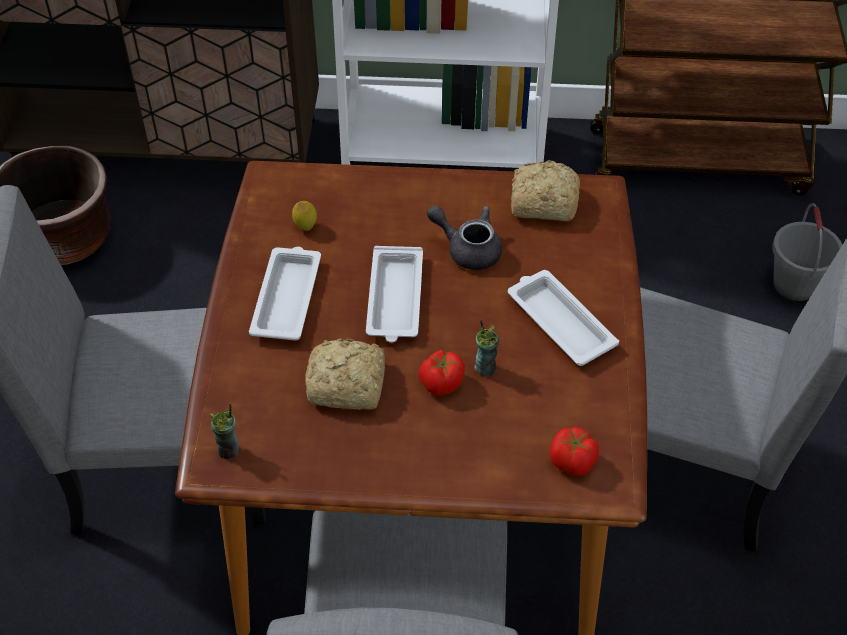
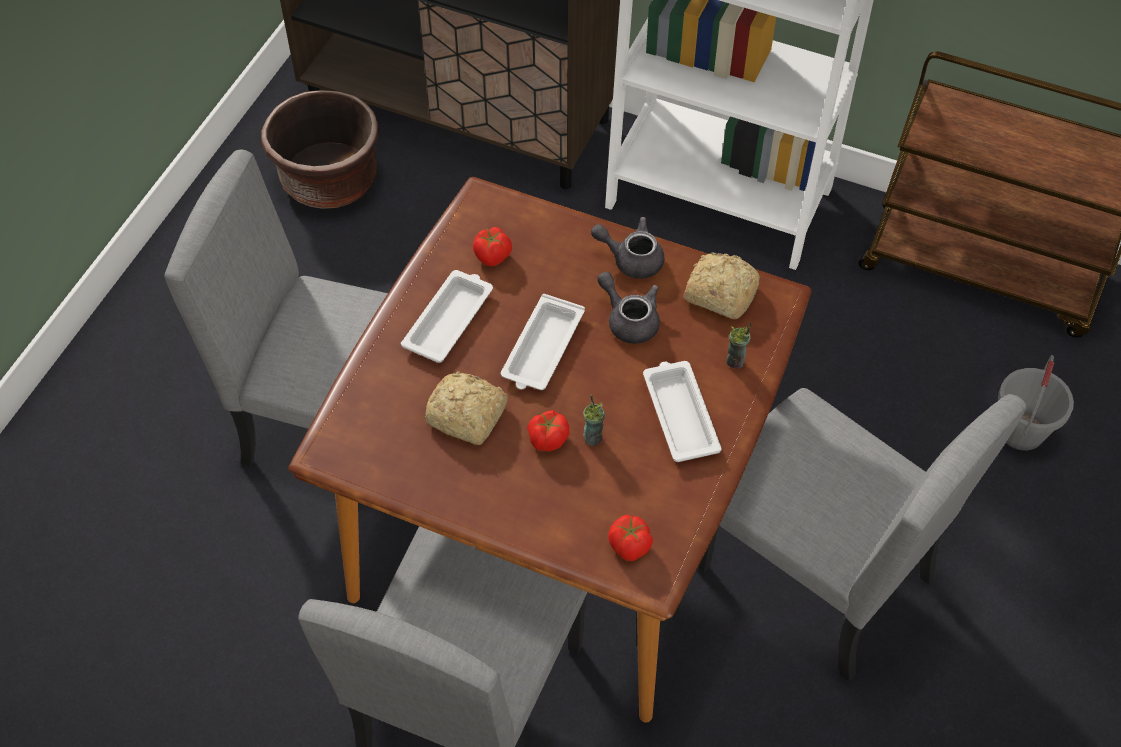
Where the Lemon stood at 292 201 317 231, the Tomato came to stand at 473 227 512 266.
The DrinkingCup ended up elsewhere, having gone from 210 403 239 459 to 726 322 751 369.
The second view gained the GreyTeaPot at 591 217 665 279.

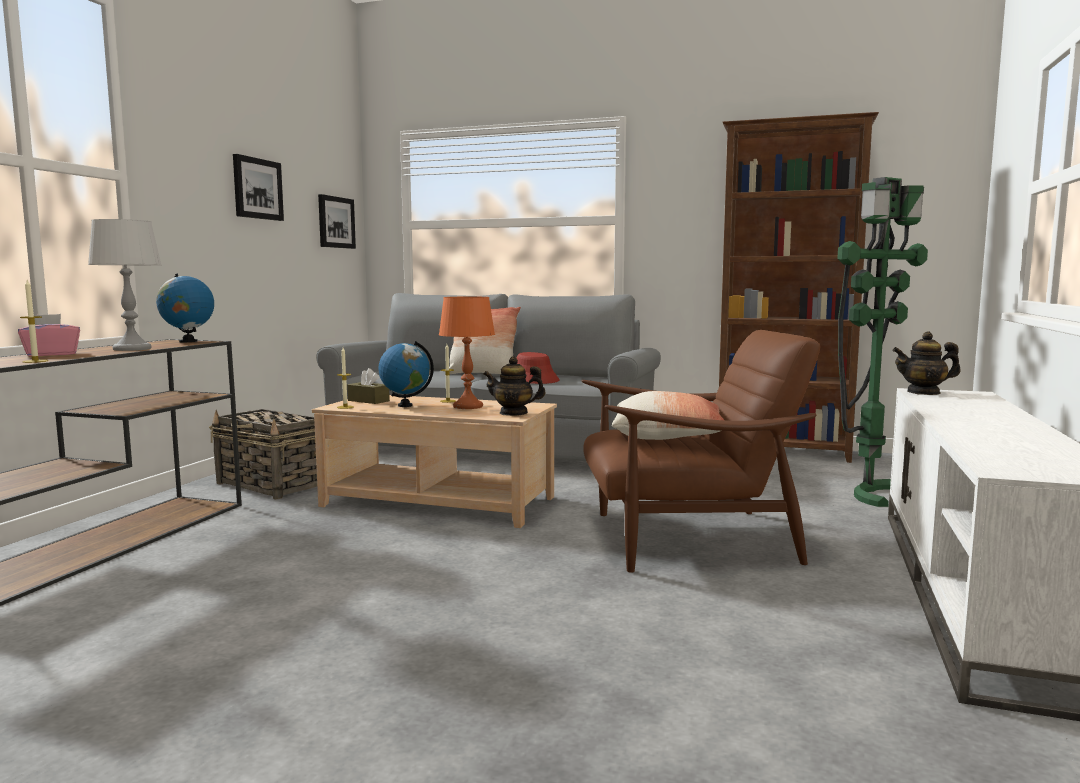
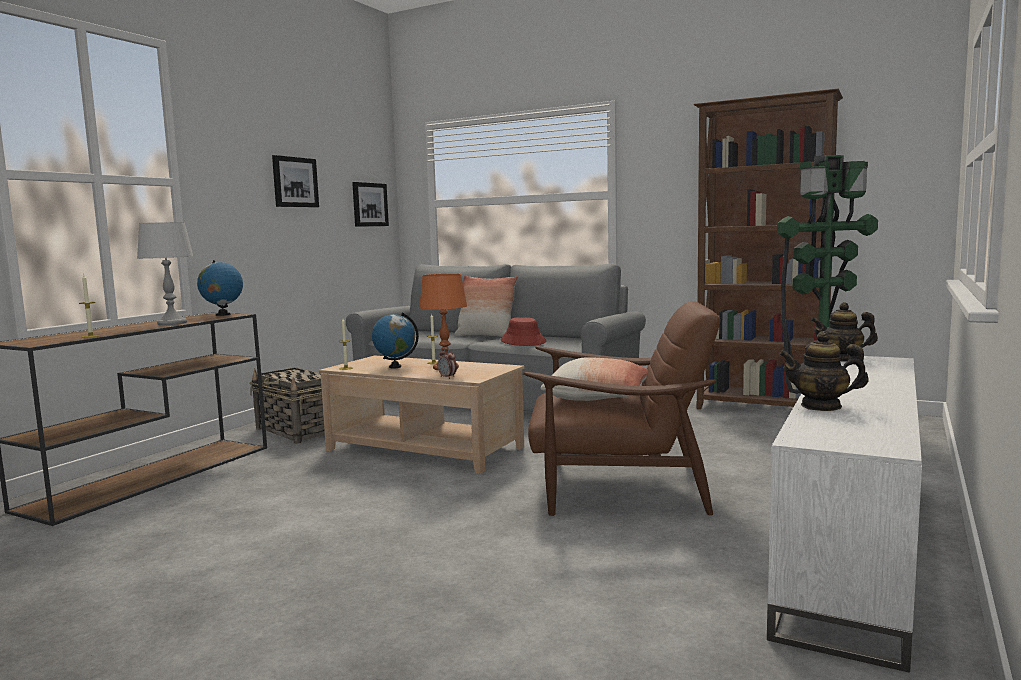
The second view lost the PinkTissueBox at 18 314 80 356.
The TeaPot ended up elsewhere, having gone from 483 356 546 416 to 779 331 869 411.
The second view lost the BrownishTissueBox at 347 368 390 404.
The second view gained the BedsideClock at 437 348 457 379.

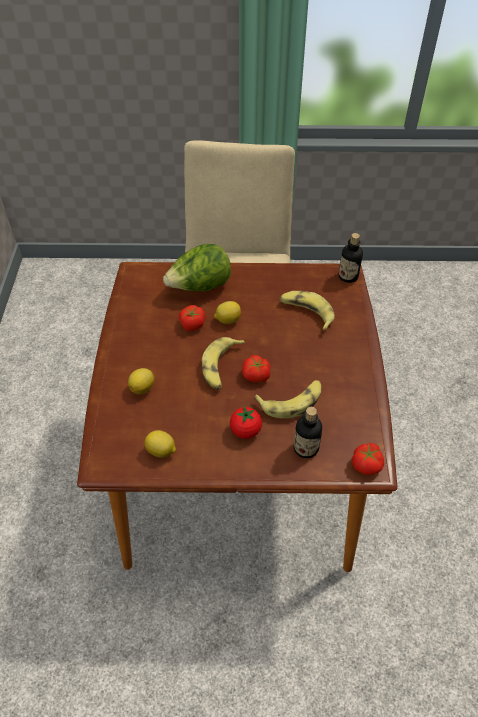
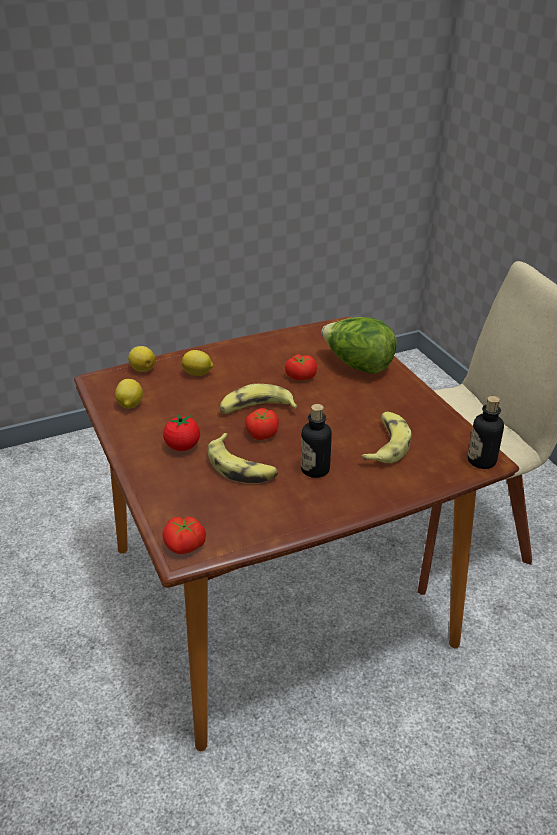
The Lemon ended up elsewhere, having gone from 214 301 241 324 to 128 346 155 372.
The DrinkBottle ended up elsewhere, having gone from 294 407 322 458 to 301 404 332 478.

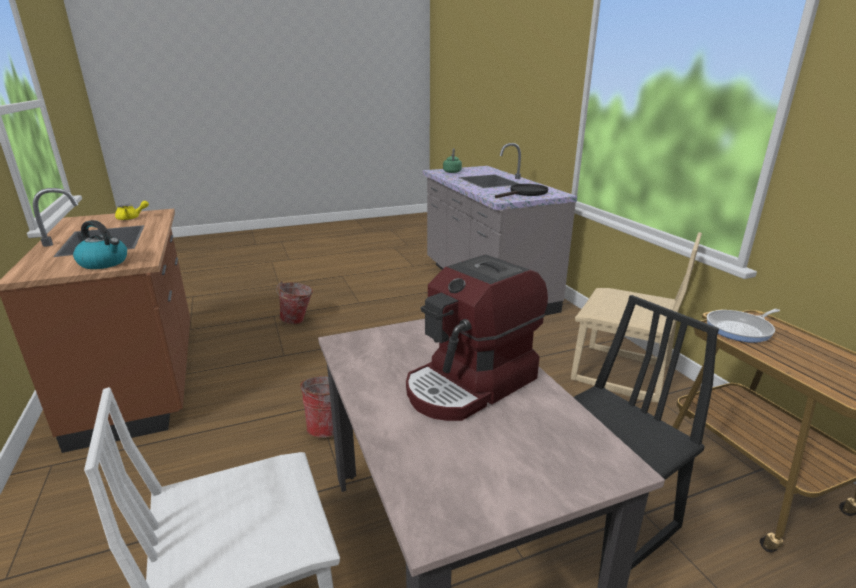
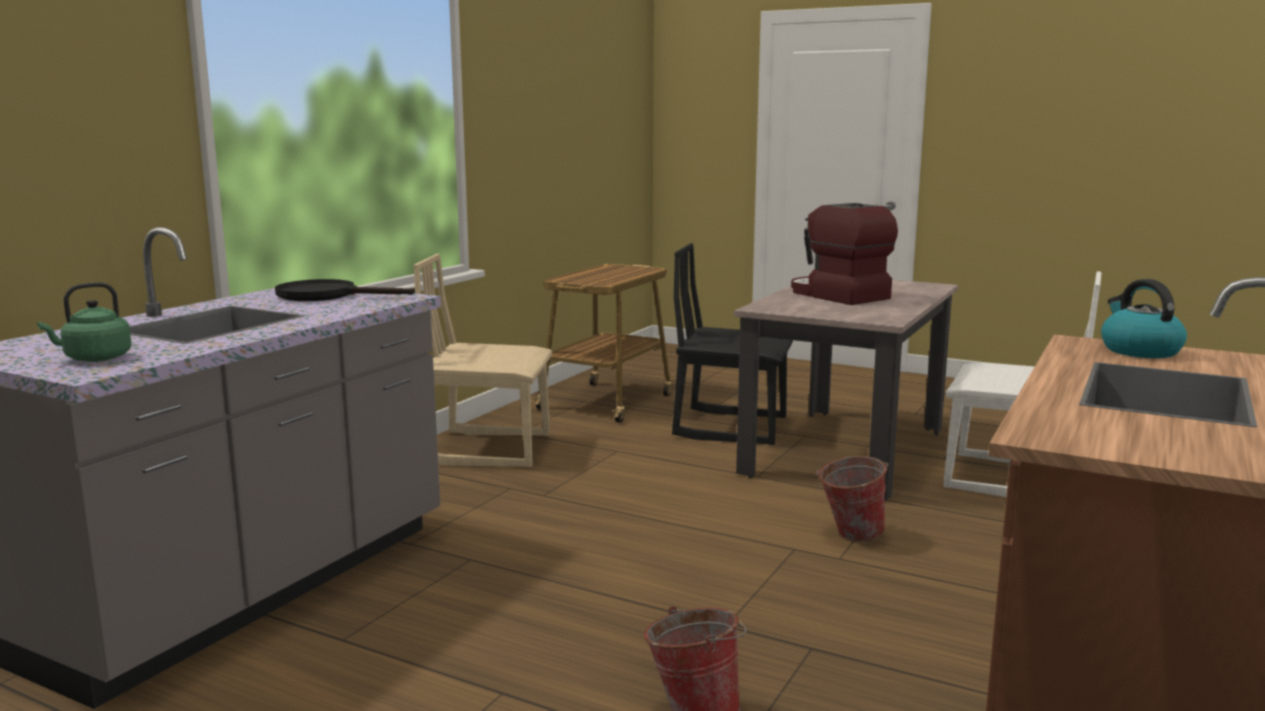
The second view lost the YellowishTeaPot at 115 201 149 220.
The SandColouredUprightChair at 571 232 702 403 ended up facing another way, 75 degrees counterclockwise from before.
The CoffeeBrewer at 406 254 548 421 ended up facing another way, 135 degrees counterclockwise from before.
The second view lost the FryingPan at 707 309 780 343.

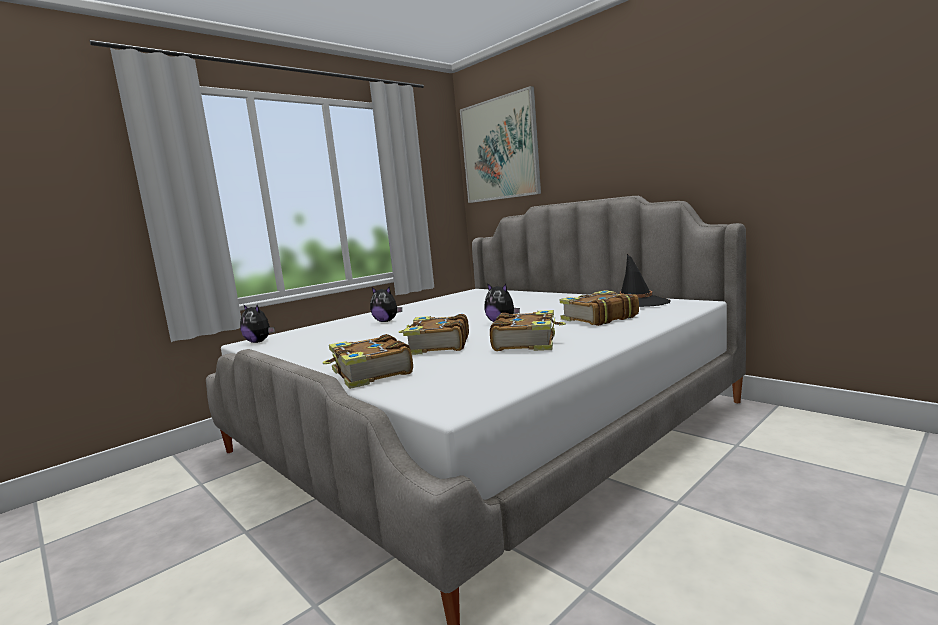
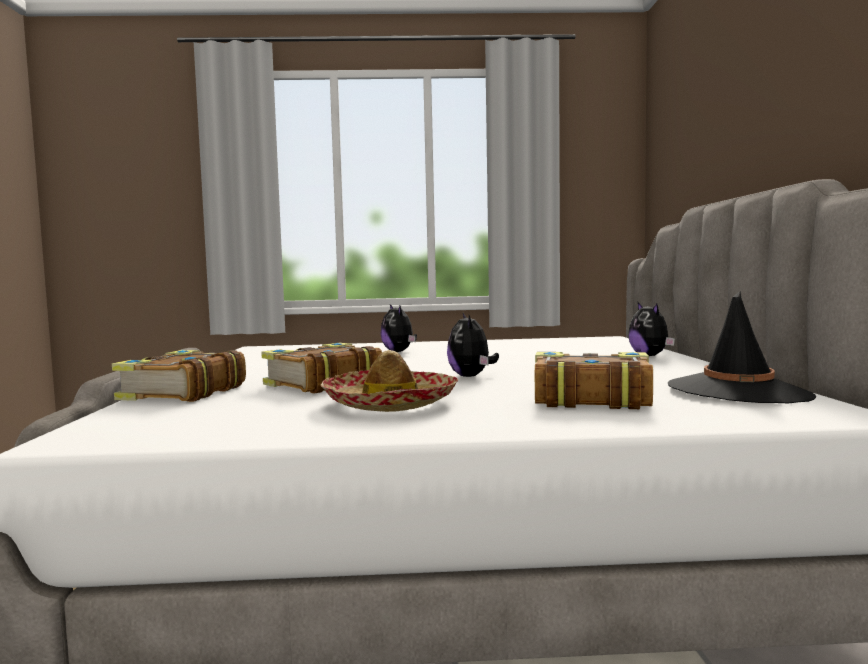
The second view lost the Picture at 460 86 541 203.
The CuddlyToy ended up elsewhere, having gone from 240 304 275 343 to 628 303 675 356.
Where the Book stood at 490 310 566 351, the ClothingHat came to stand at 321 350 458 412.

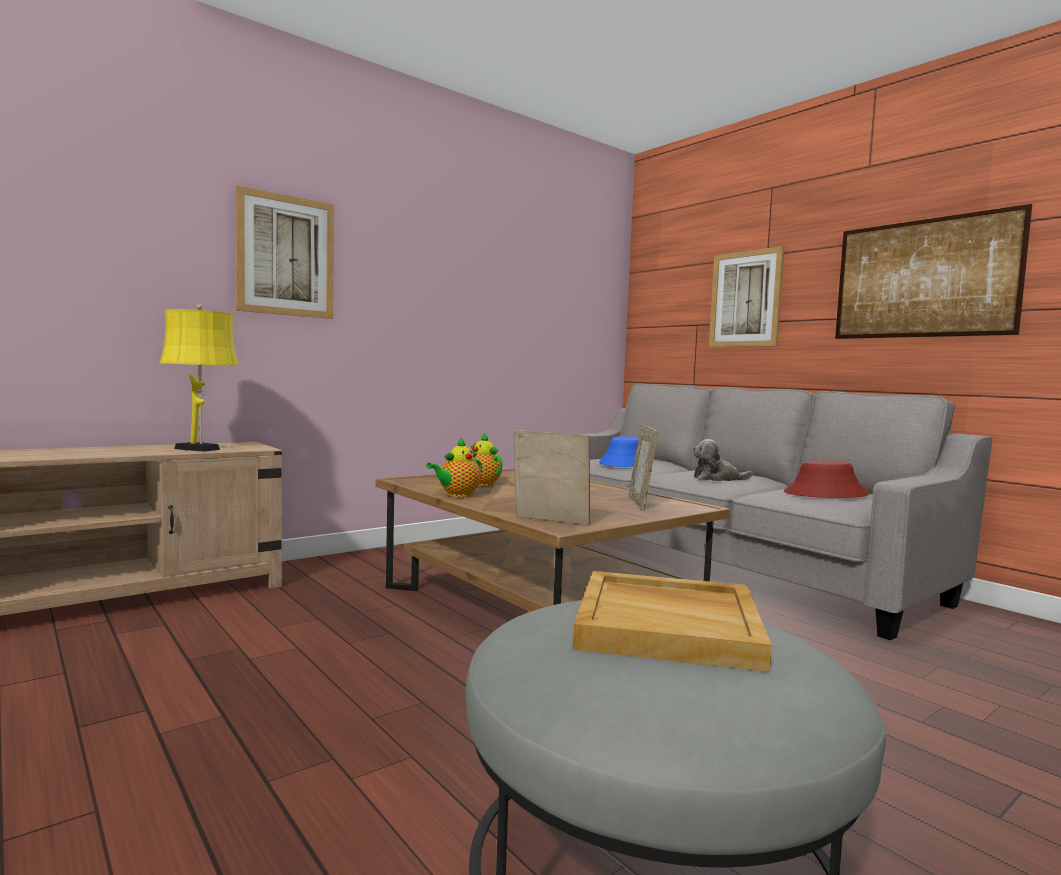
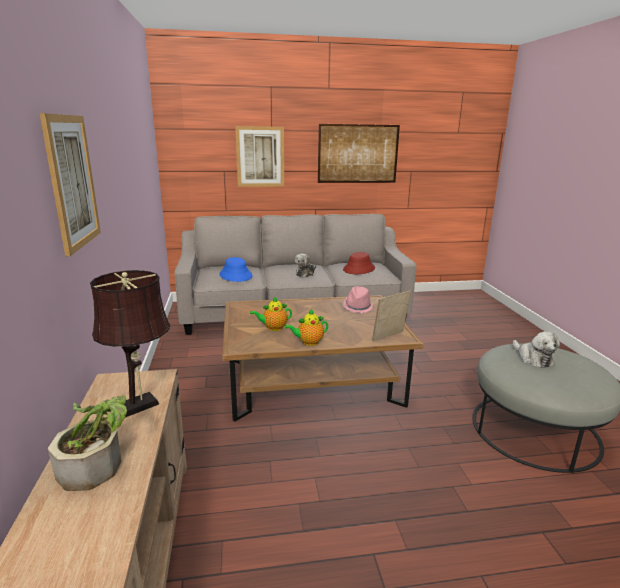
What was the YellowishTableLamp at 159 305 239 452 turned into the BrownishTableLamp at 90 270 170 418.
Where the StandingFrame stood at 629 425 658 510, the PinkClothingHat came to stand at 343 286 374 313.
The TeaPot at 426 437 482 497 ended up facing another way, 90 degrees clockwise from before.
Where the SandColouredTray stood at 573 571 772 672, the CuddlyToy came to stand at 513 331 560 368.
The second view gained the PlantInAPot at 48 395 127 491.

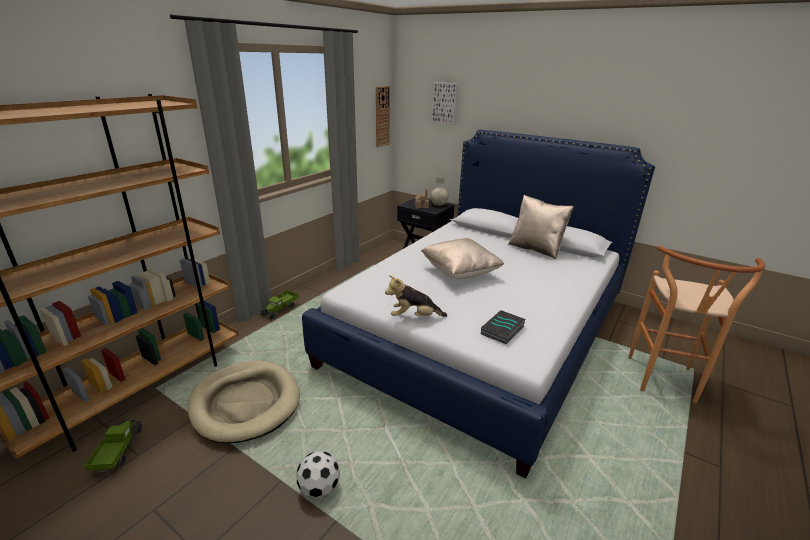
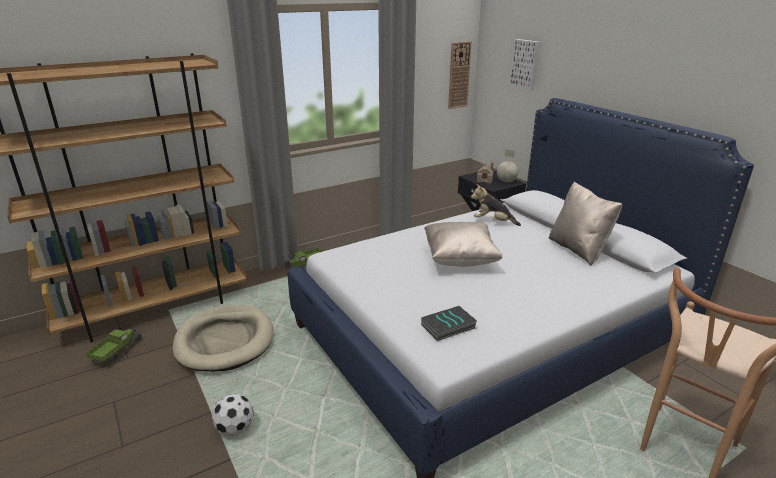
The CuddlyToy ended up elsewhere, having gone from 385 275 447 317 to 471 184 521 226.

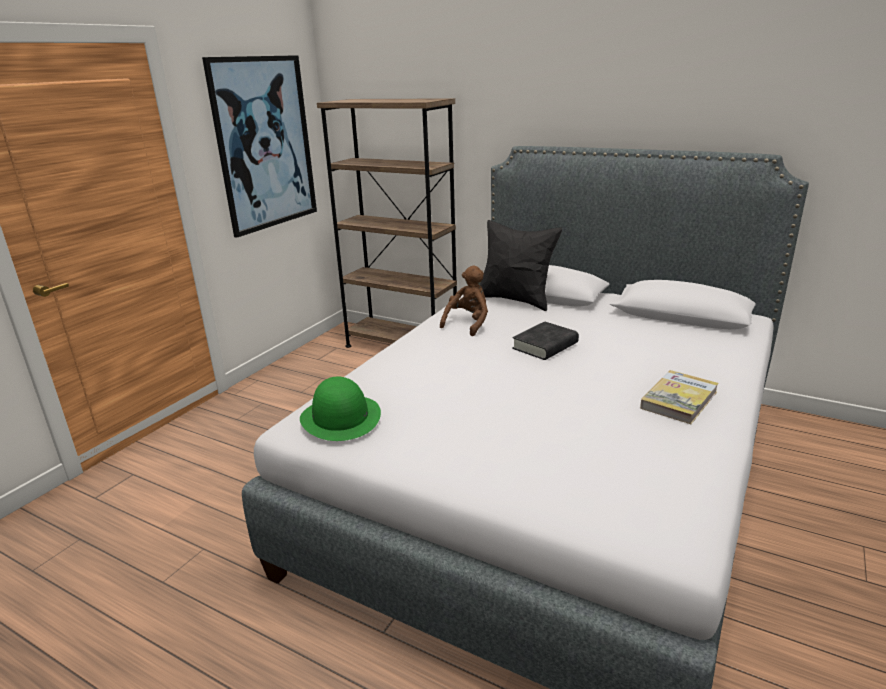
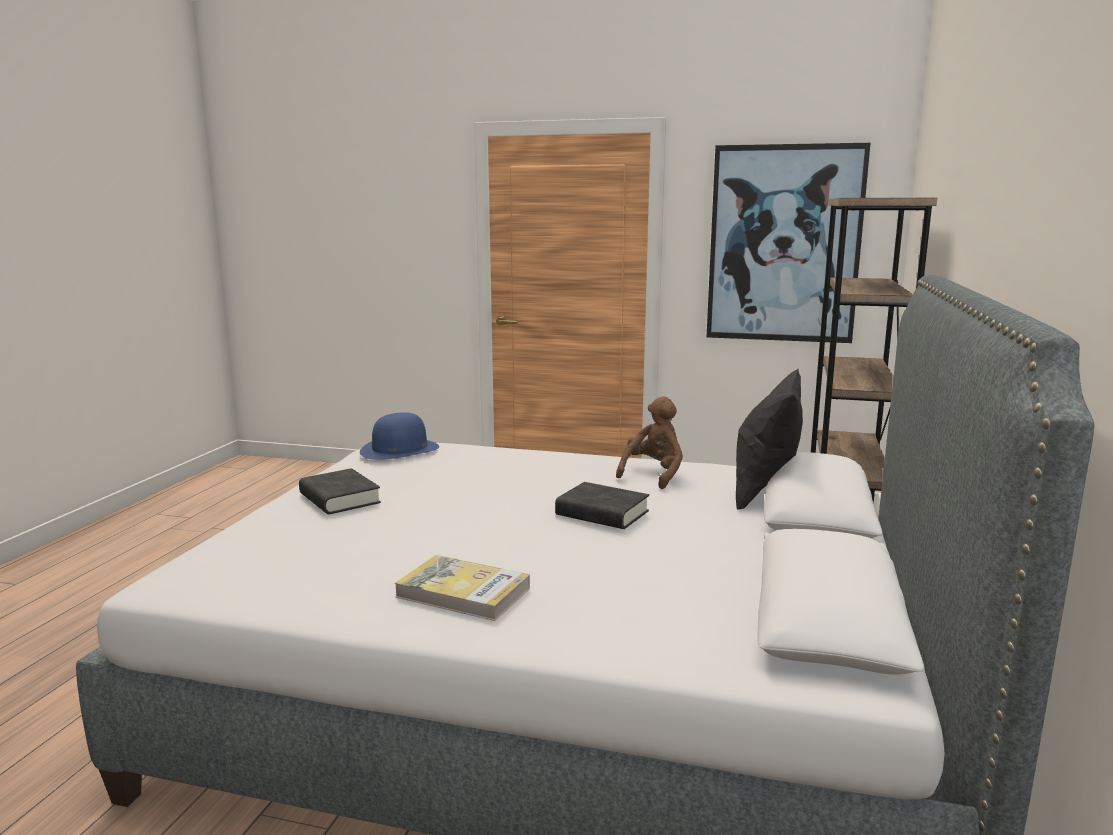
The BrownishCuddlyToy at 440 265 488 336 ended up facing another way, 75 degrees counterclockwise from before.
What was the GreenClothingHat at 300 377 381 441 turned into the BluishClothingHat at 360 413 439 460.
The second view gained the BlackishBook at 299 468 381 514.

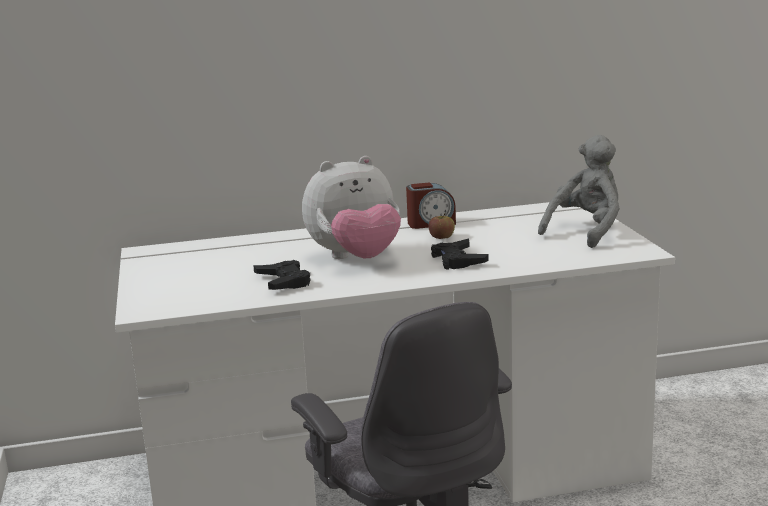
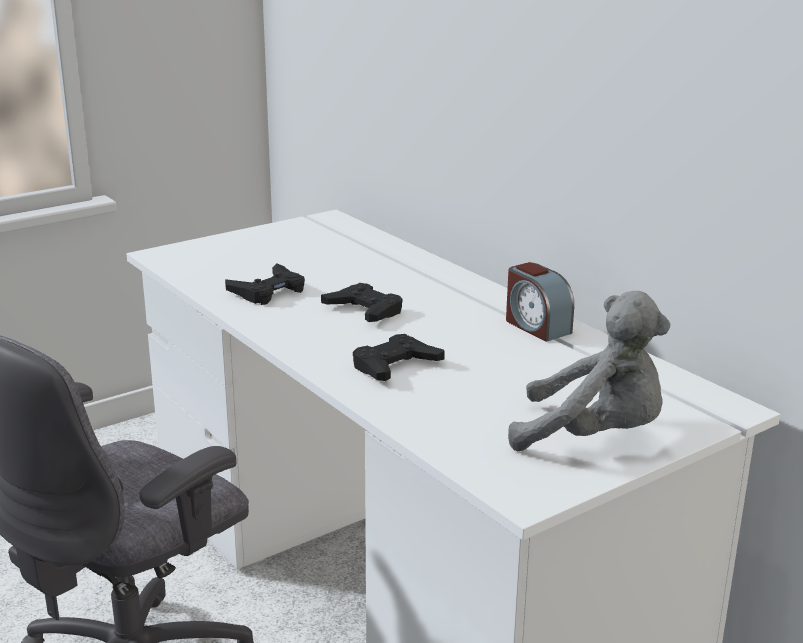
Where the CuddlyToy stood at 302 156 401 259, the BlackishGamepad came to stand at 321 283 403 322.
The second view lost the Apple at 428 213 455 239.

